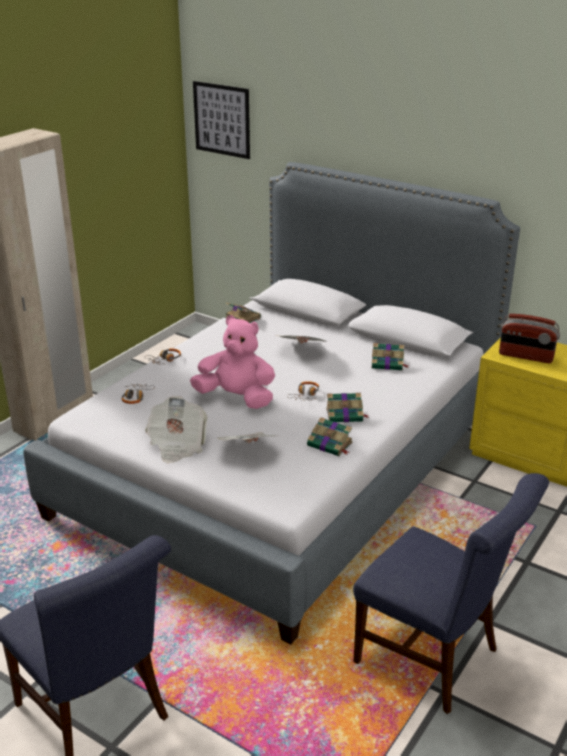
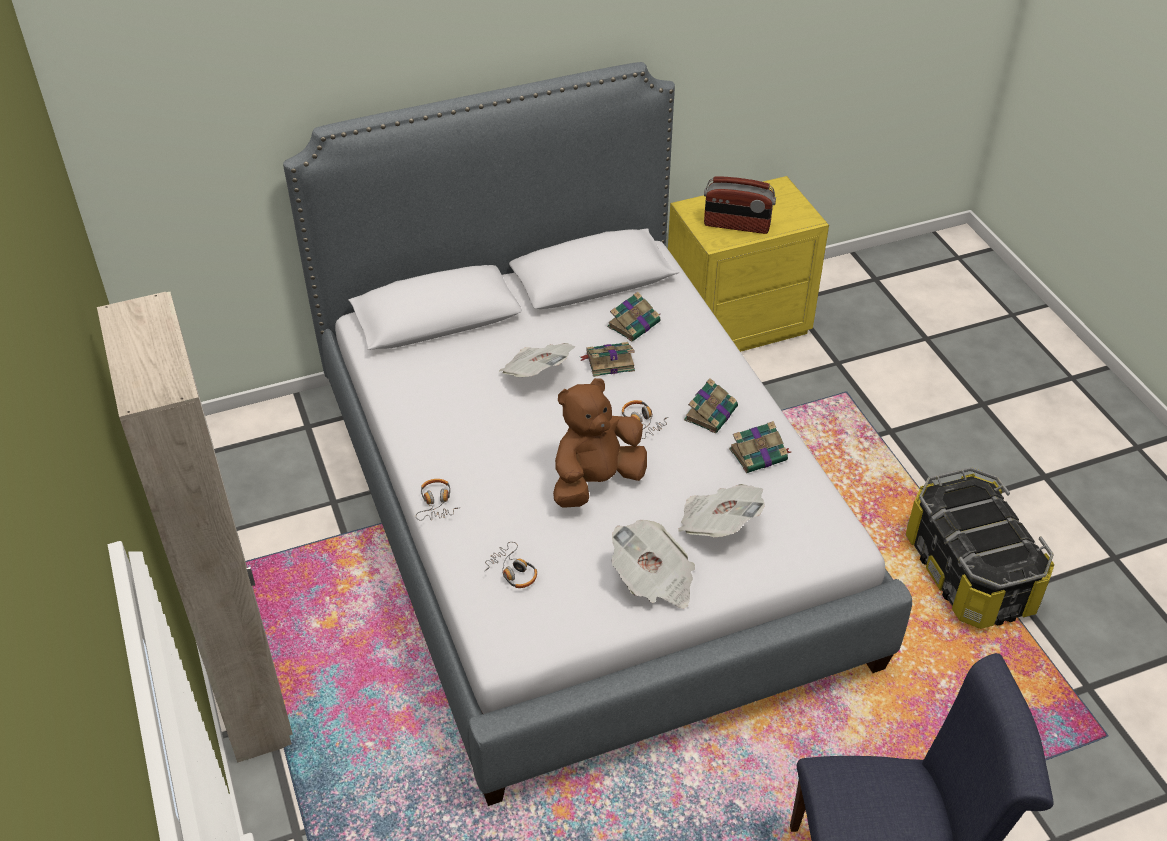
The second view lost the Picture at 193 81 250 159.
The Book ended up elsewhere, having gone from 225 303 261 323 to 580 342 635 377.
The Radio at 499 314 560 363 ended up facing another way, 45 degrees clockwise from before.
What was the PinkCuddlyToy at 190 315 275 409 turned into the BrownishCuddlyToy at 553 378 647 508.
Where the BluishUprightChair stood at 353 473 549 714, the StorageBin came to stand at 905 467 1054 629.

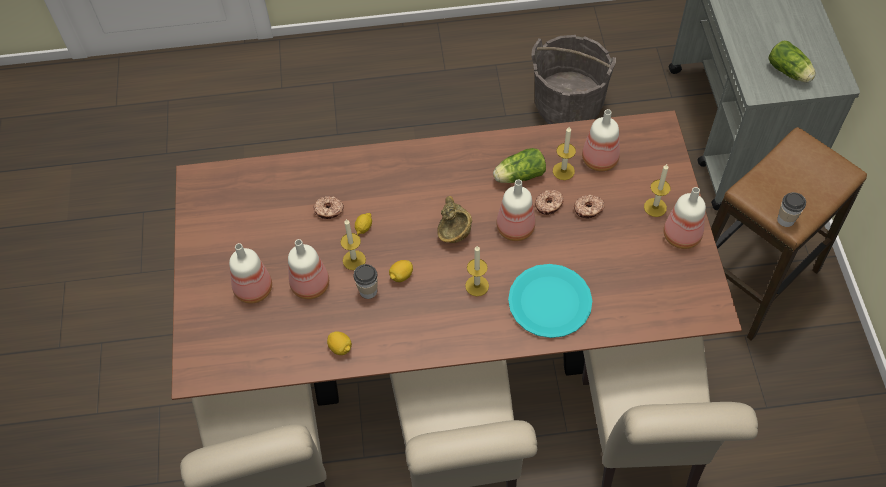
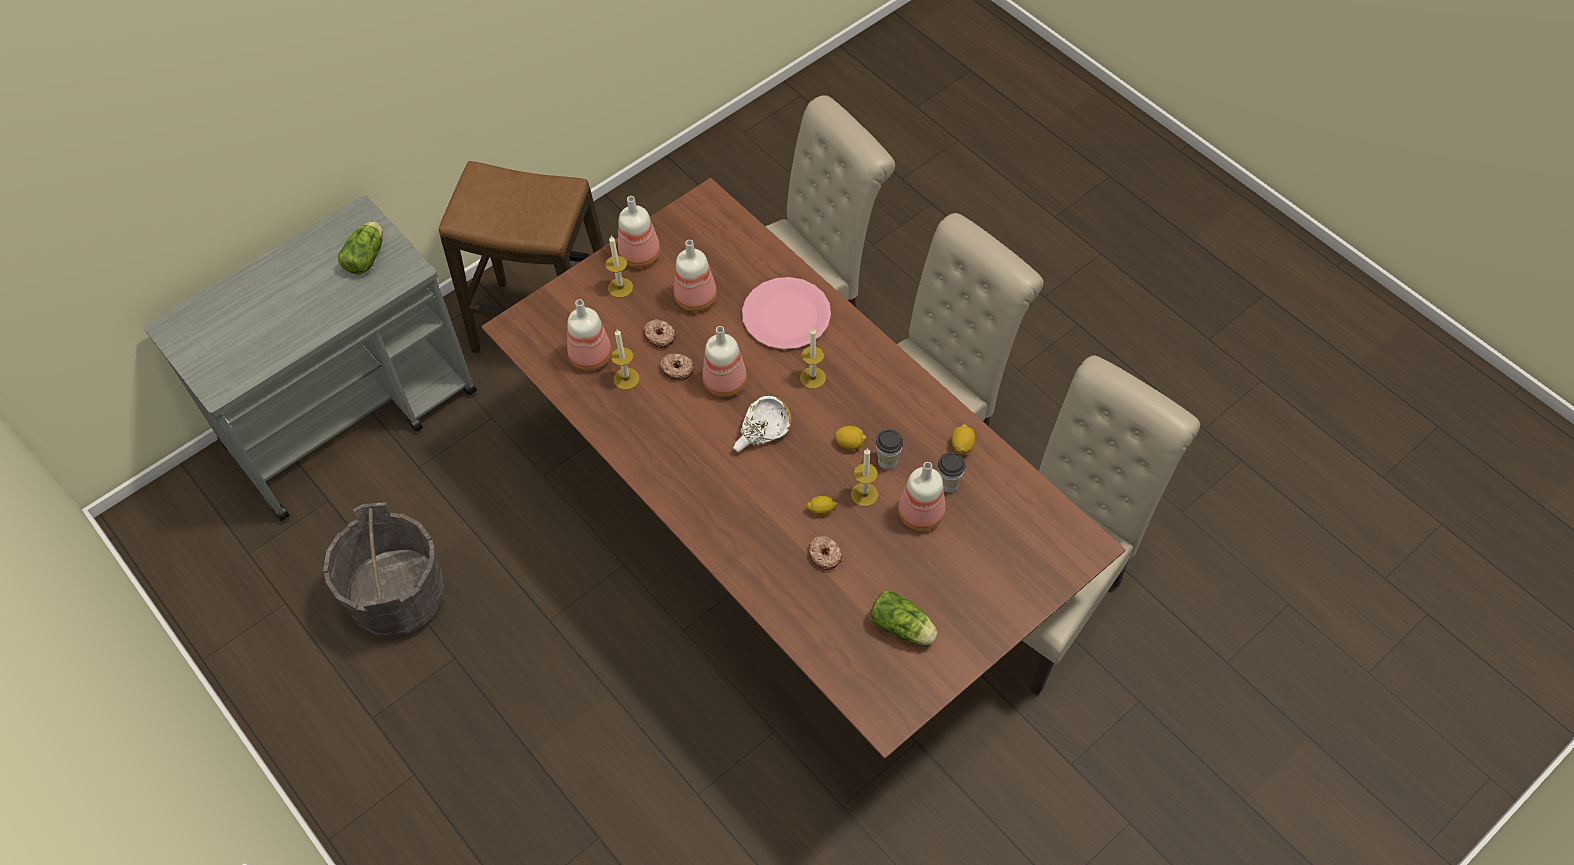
The HeadOfLettuce ended up elsewhere, having gone from 493 148 546 183 to 871 590 938 645.
The DrinkingCup ended up elsewhere, having gone from 777 192 806 227 to 938 452 966 493.
What was the BrownishServingBowl at 437 196 472 243 turned into the WhiteColouredServingBowl at 732 396 792 452.
The DrinkBottle ended up elsewhere, having gone from 229 243 272 304 to 674 240 717 311.
What was the TurquoiseColouredPlate at 508 264 592 338 turned into the PinkPlate at 742 277 831 350.

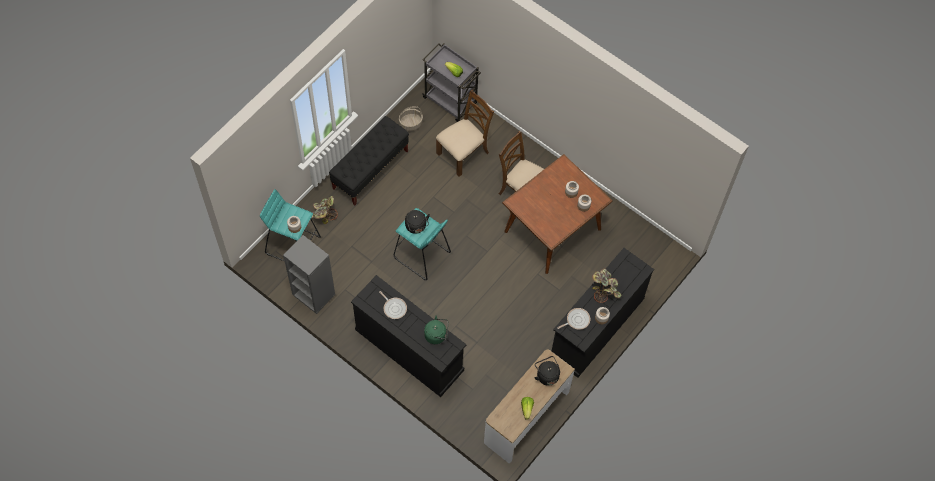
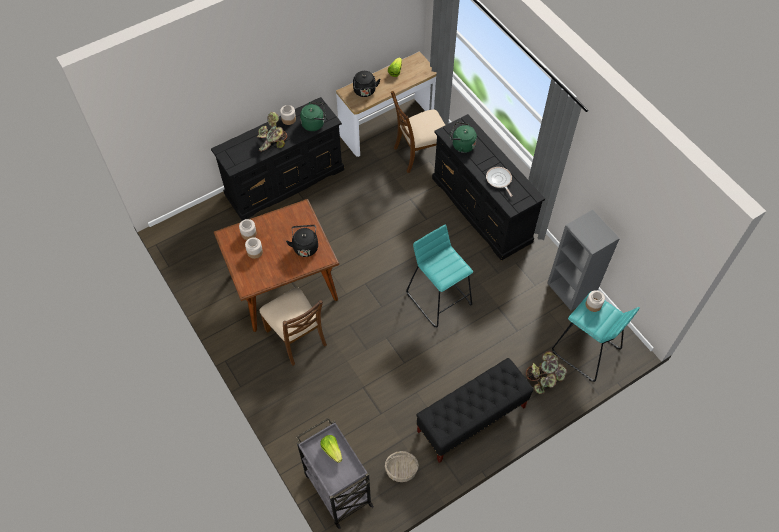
The BrownishUprightChair ended up elsewhere, having gone from 436 90 494 177 to 391 91 445 173.
The BlackishKettle ended up elsewhere, having gone from 405 210 430 234 to 286 225 318 257.
Where the FryingPan stood at 557 308 590 330, the GreenKettle came to stand at 300 102 326 131.

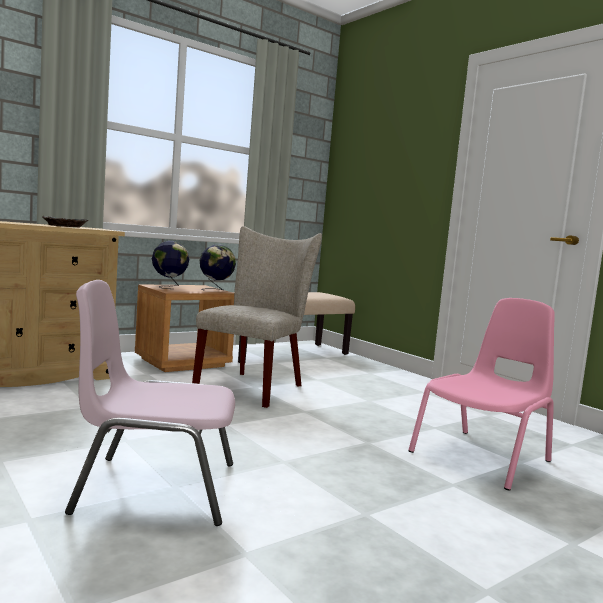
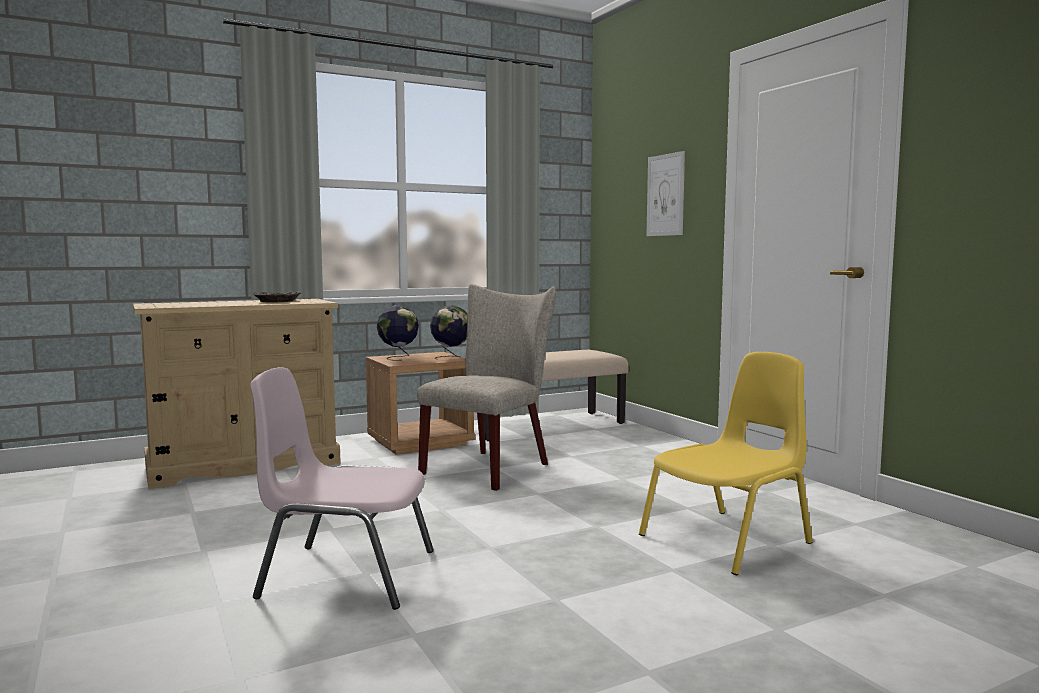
What was the PinkUprightChair at 408 298 555 491 turned into the YellowishUprightChair at 639 352 813 575.
The second view gained the Picture at 647 151 685 236.

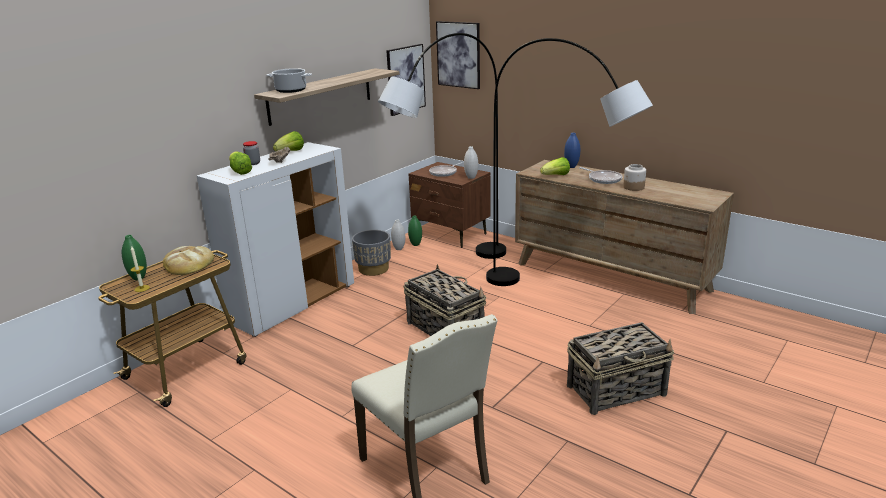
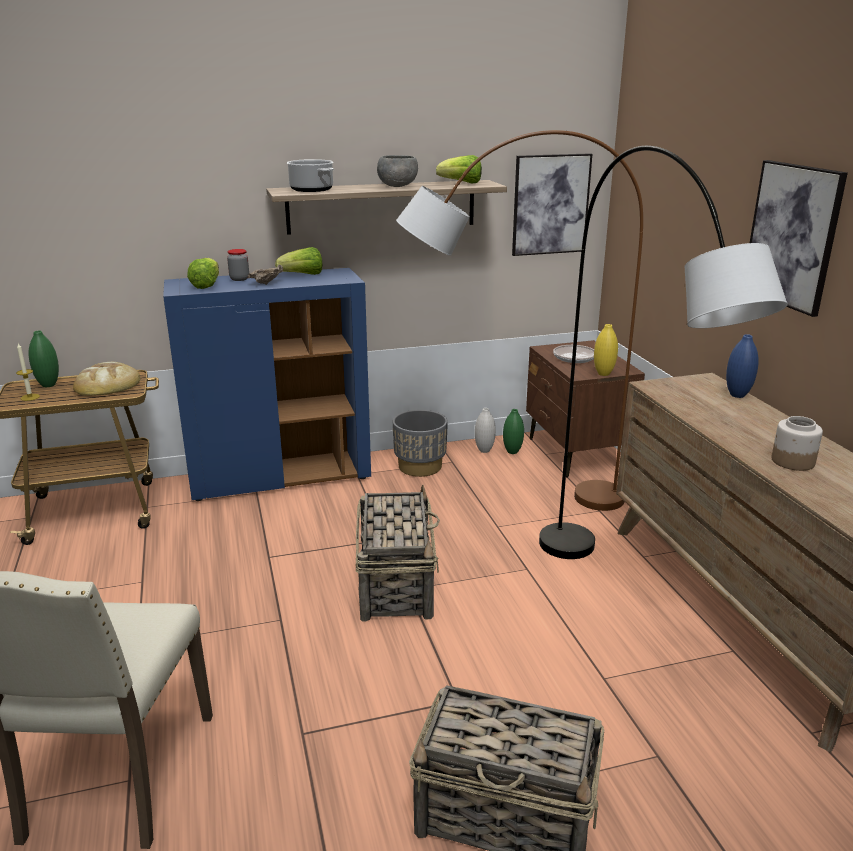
The Picture ended up elsewhere, having gone from 436 21 480 89 to 750 160 848 317.
What was the GreyStandingLamp at 378 33 506 259 turned into the BrownishStandingLamp at 396 130 643 511.
What was the WhiteColouredCabinet at 197 142 354 337 turned into the BluishCabinet at 163 268 371 501.
What was the WhiteColouredFlowerVase at 464 146 478 179 turned into the YellowishFlowerVase at 594 324 618 376.
The HeadOfLettuce ended up elsewhere, having gone from 540 157 570 175 to 436 155 482 183.
The second view lost the FryingPan at 579 167 622 184.
The second view gained the GreyServingBowl at 377 155 418 187.

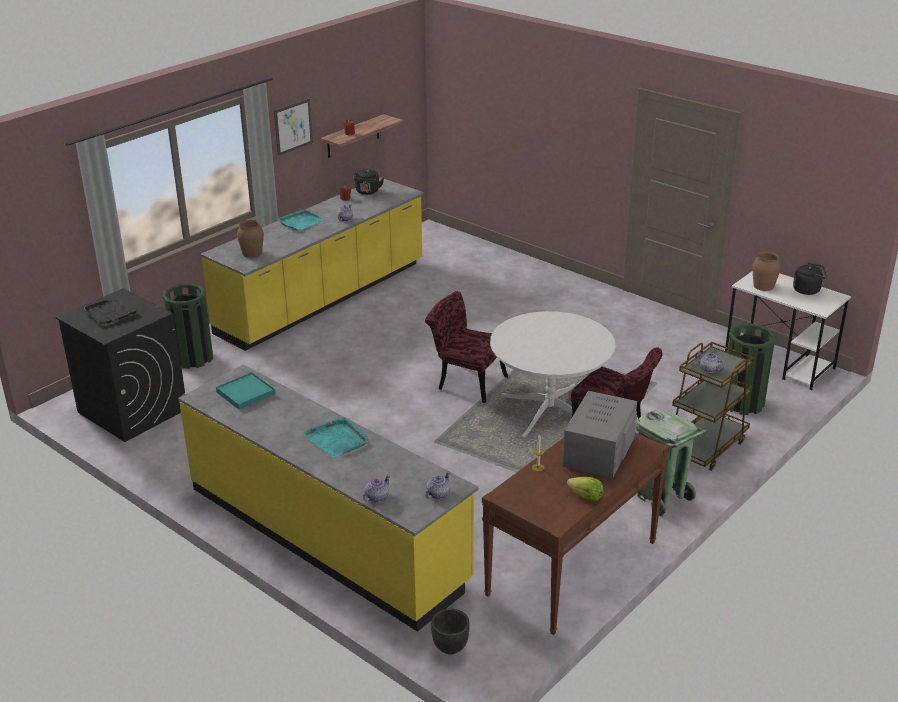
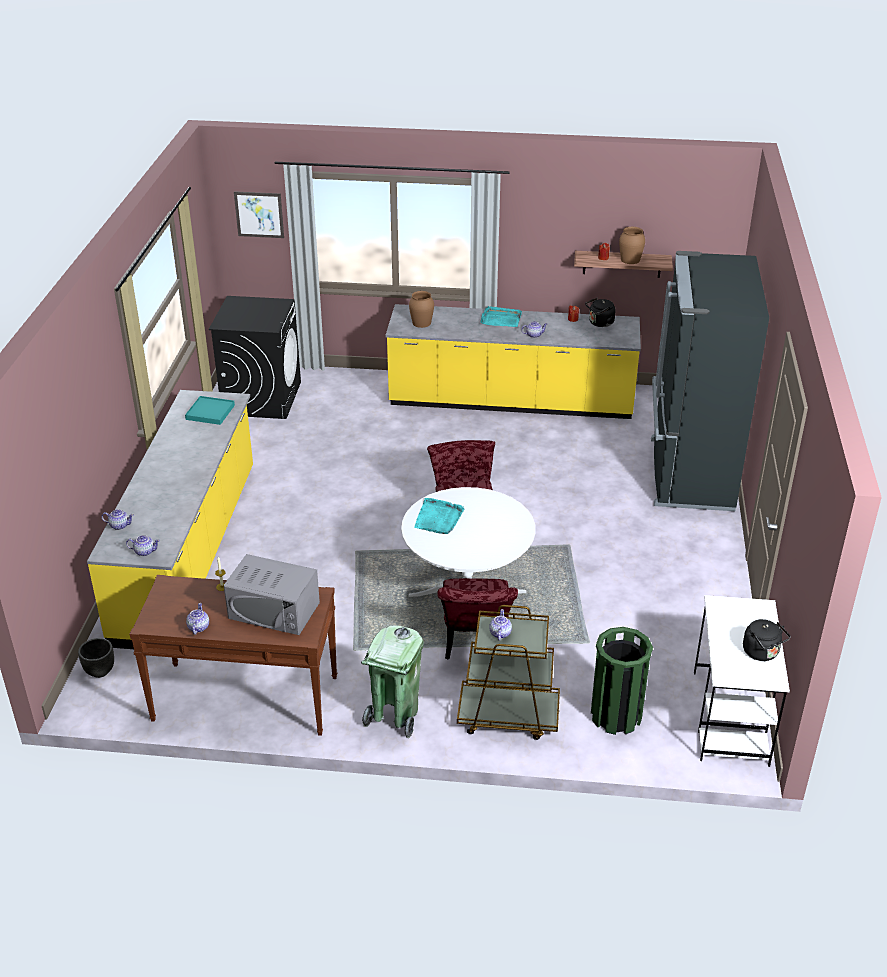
The Picture ended up elsewhere, having gone from 274 98 313 156 to 234 191 284 238.
The BrownishFlowerVase ended up elsewhere, having gone from 752 252 781 291 to 619 227 645 264.
The second view lost the GreenWasteBin at 162 283 213 369.
The second view lost the BlackishTray at 84 300 138 324.
The GreyMicrowaveOven at 563 391 637 479 ended up facing another way, 150 degrees counterclockwise from before.
The TurquoiseColouredTray ended up elsewhere, having gone from 303 417 368 457 to 414 498 464 534.
Where the HeadOfLettuce stood at 567 477 603 501, the TeaPot came to stand at 186 603 209 635.
The second view gained the BlackishKitchenFridge at 651 251 769 511.

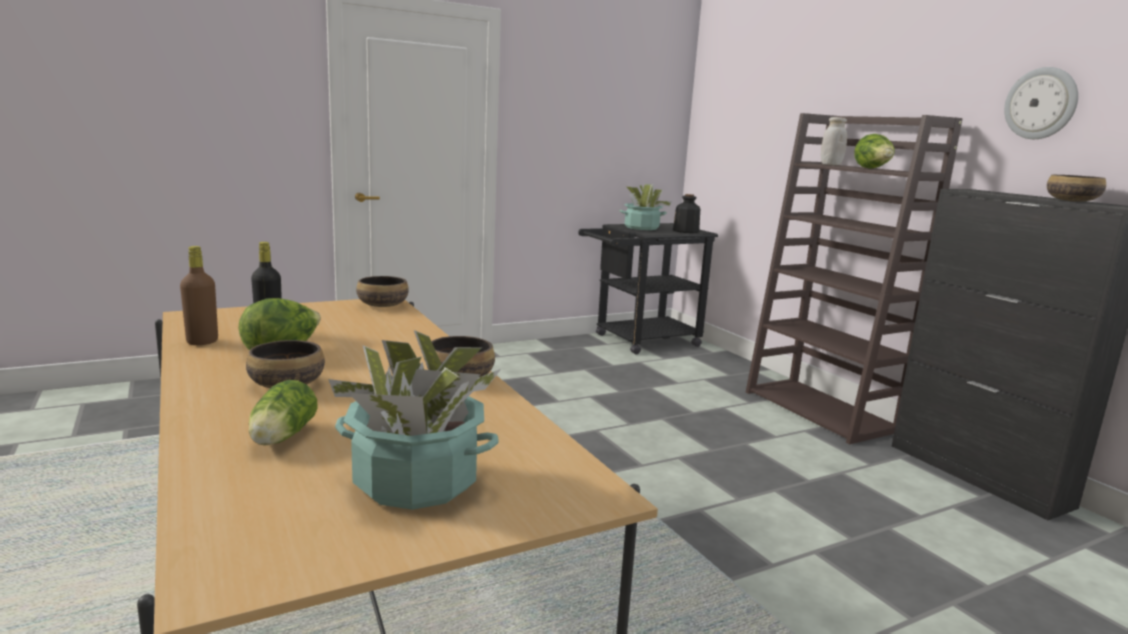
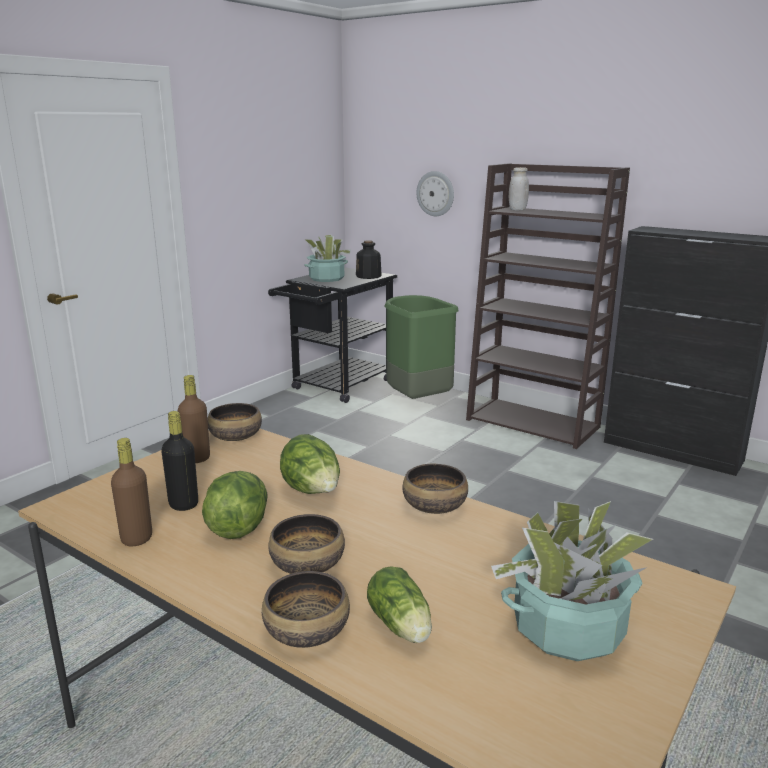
The WallClock ended up elsewhere, having gone from 1004 67 1078 139 to 416 171 454 216.
The HeadOfLettuce ended up elsewhere, having gone from 854 134 894 169 to 280 434 340 494.
The ServingBowl ended up elsewhere, having gone from 1047 175 1106 202 to 262 571 350 648.
The second view gained the GreenWasteBin at 384 295 459 399.
The second view gained the BrownishDrinkBottle at 178 375 210 463.

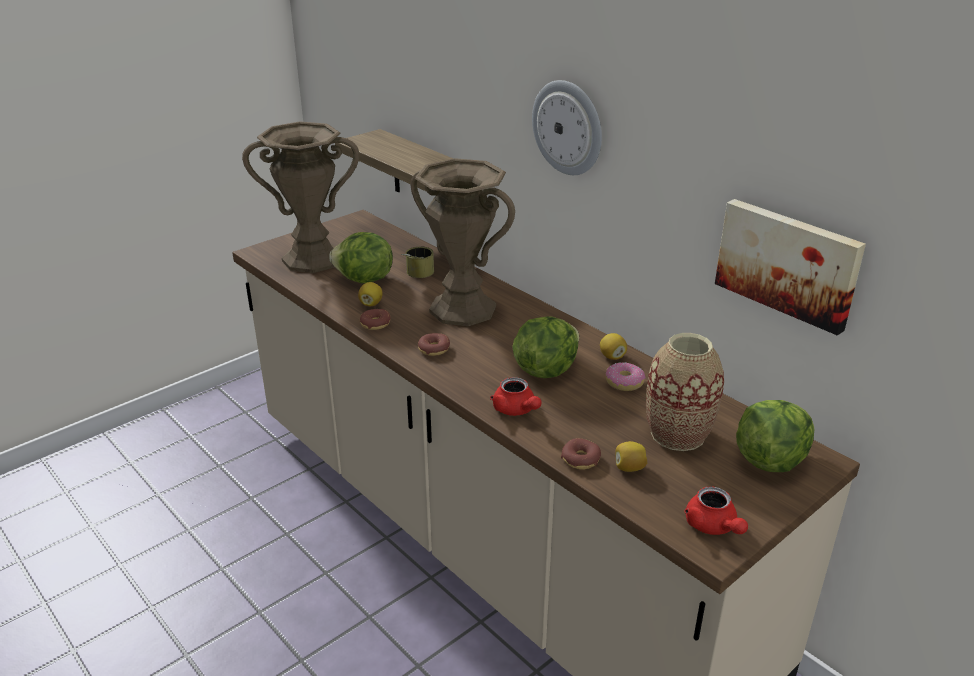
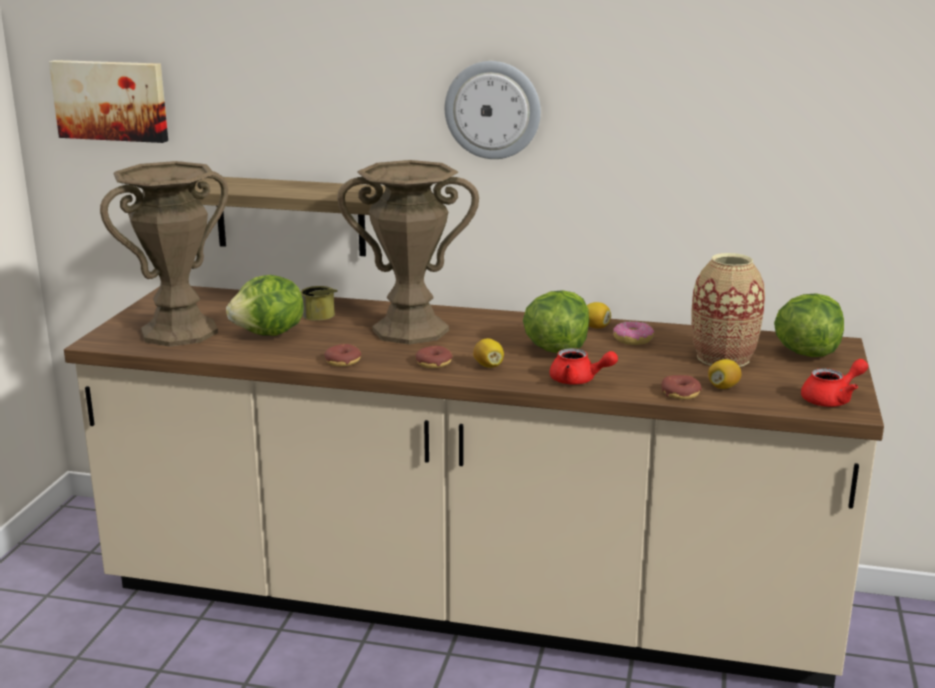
The Picture ended up elsewhere, having gone from 715 199 866 336 to 49 60 168 143.
The Lemon ended up elsewhere, having gone from 358 282 383 306 to 473 338 504 368.
The RedTeaPot at 684 487 748 535 ended up facing another way, 60 degrees counterclockwise from before.

